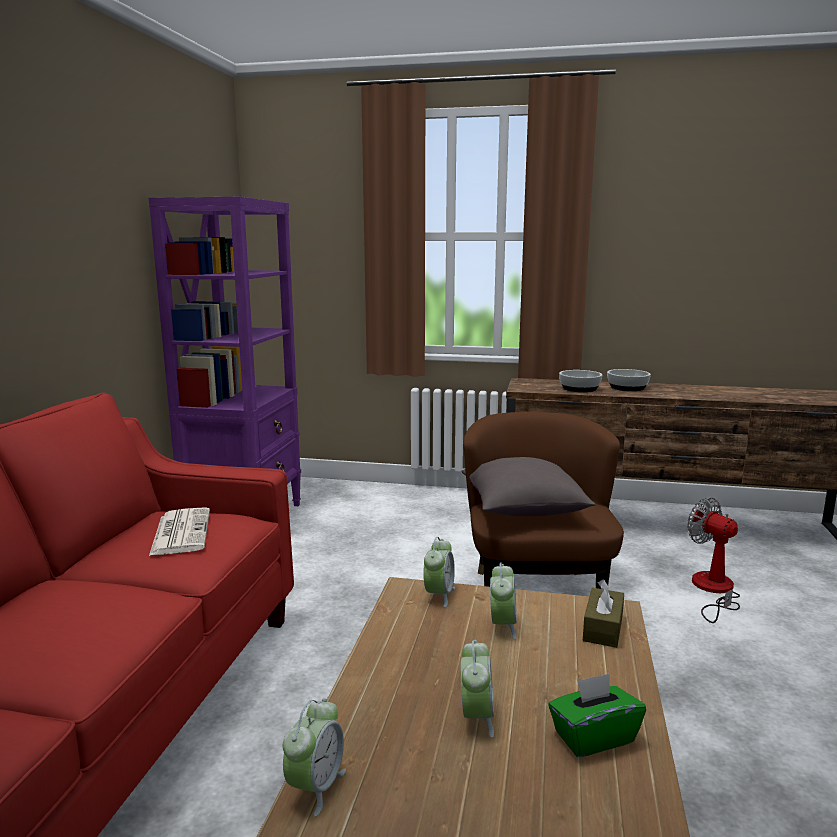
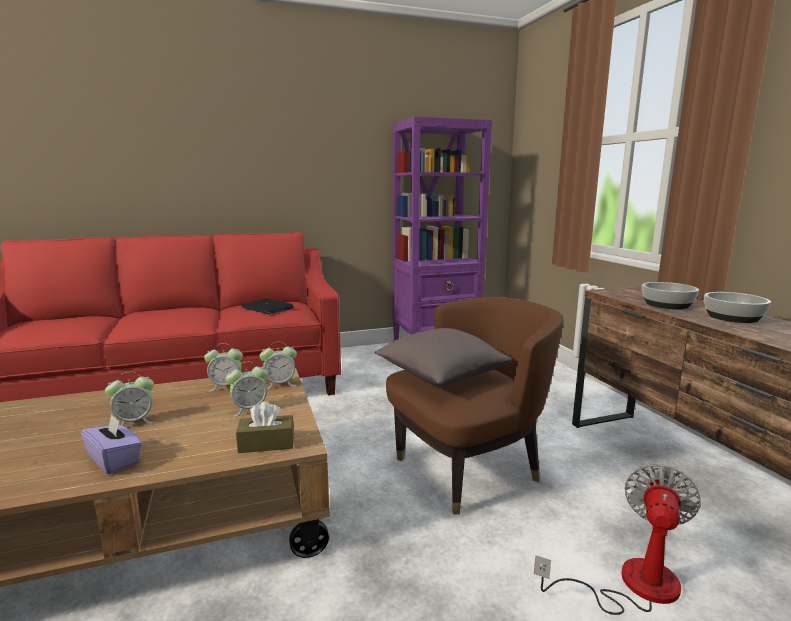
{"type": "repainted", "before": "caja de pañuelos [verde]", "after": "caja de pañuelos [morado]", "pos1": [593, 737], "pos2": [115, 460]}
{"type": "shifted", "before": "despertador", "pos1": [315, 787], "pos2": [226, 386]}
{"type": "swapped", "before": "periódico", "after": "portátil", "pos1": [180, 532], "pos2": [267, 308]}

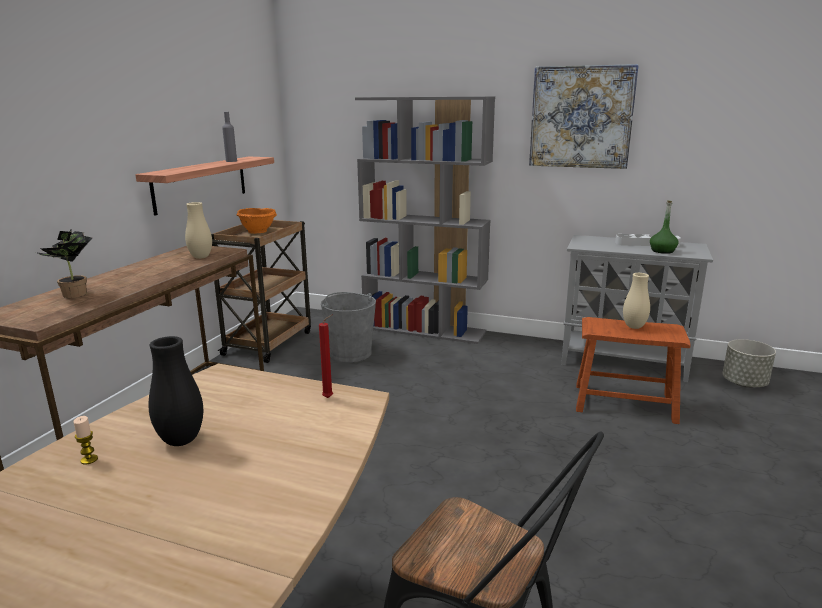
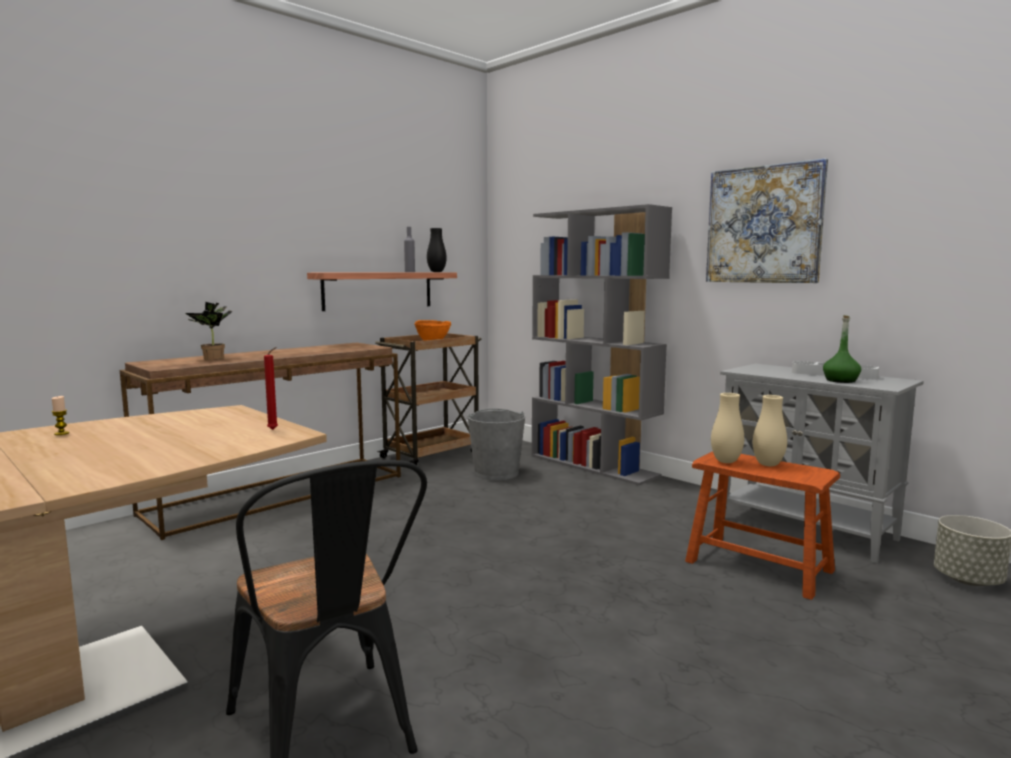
{"type": "shifted", "before": "florero [negro]", "pos1": [181, 440], "pos2": [436, 272]}
{"type": "shifted", "before": "florero [beis]", "pos1": [201, 257], "pos2": [726, 461]}

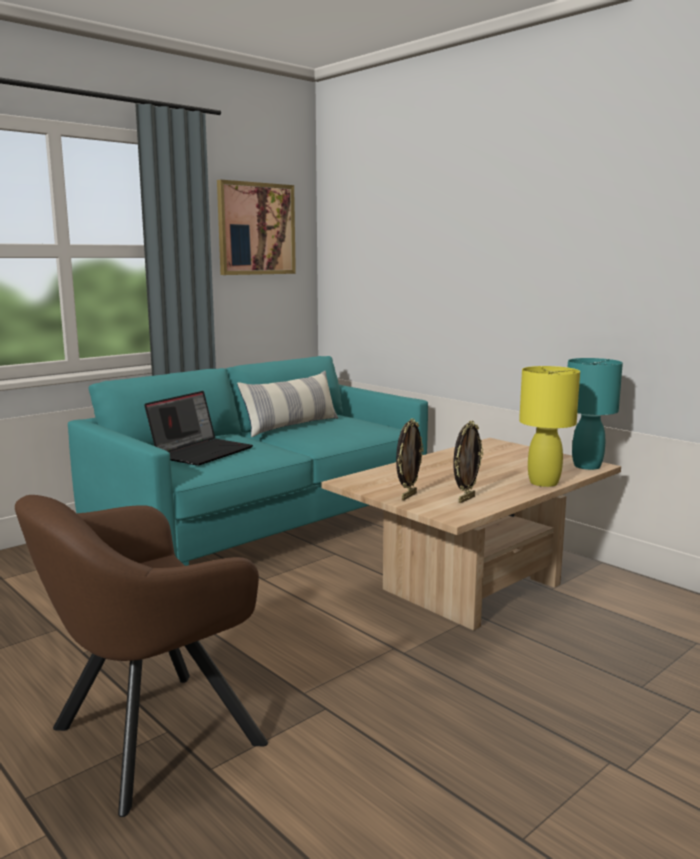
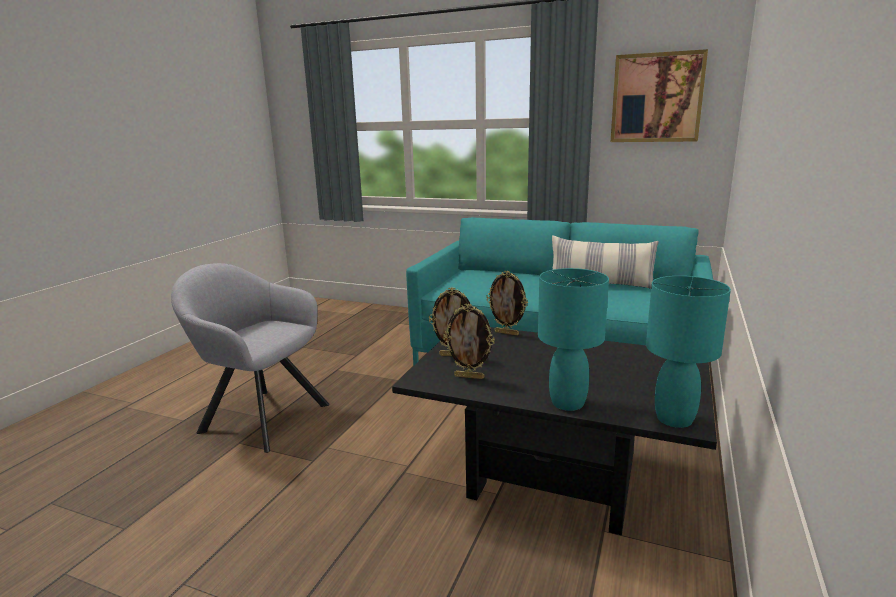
{"type": "repainted", "before": "sillón [marrón]", "after": "sillón [gris]", "pos1": [146, 740], "pos2": [260, 416]}
{"type": "repainted", "before": "mesa de centro [beis]", "after": "mesa de centro [negro]", "pos1": [472, 587], "pos2": [553, 478]}
{"type": "new", "after": "portarretratos", "pos2": [507, 333]}
{"type": "repainted", "before": "lámpara de mesa [amarillo]", "after": "lámpara de mesa [turquesa]", "pos1": [544, 483], "pos2": [567, 403]}
{"type": "gone", "before": "portátil", "pos1": [201, 452]}

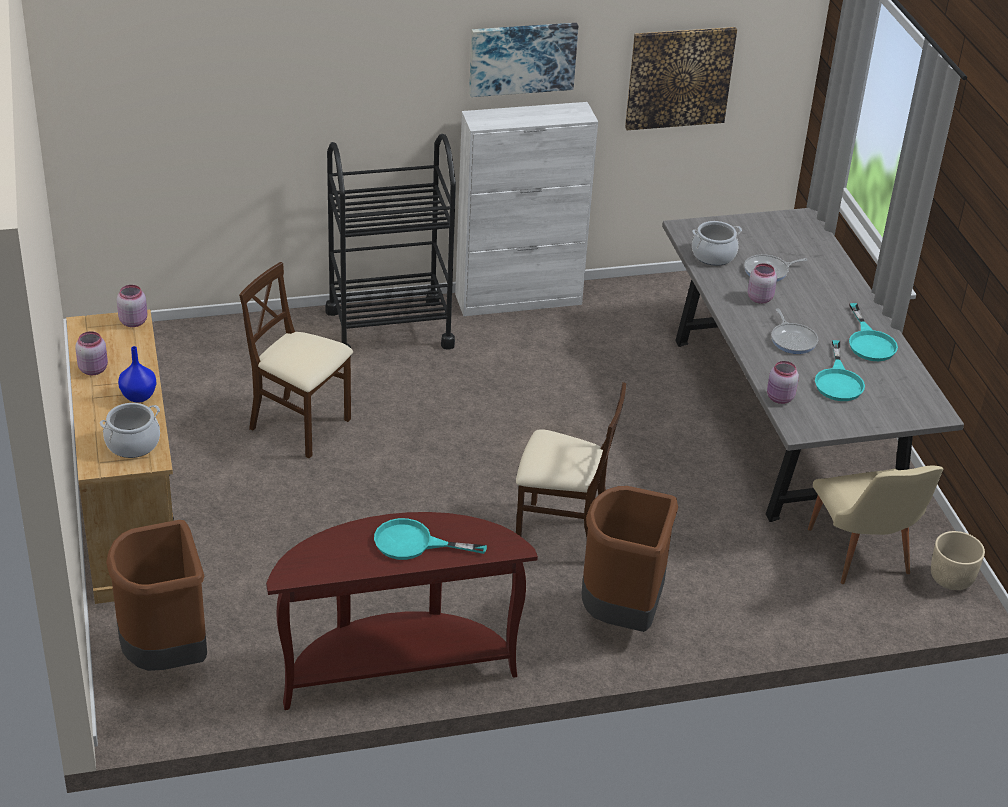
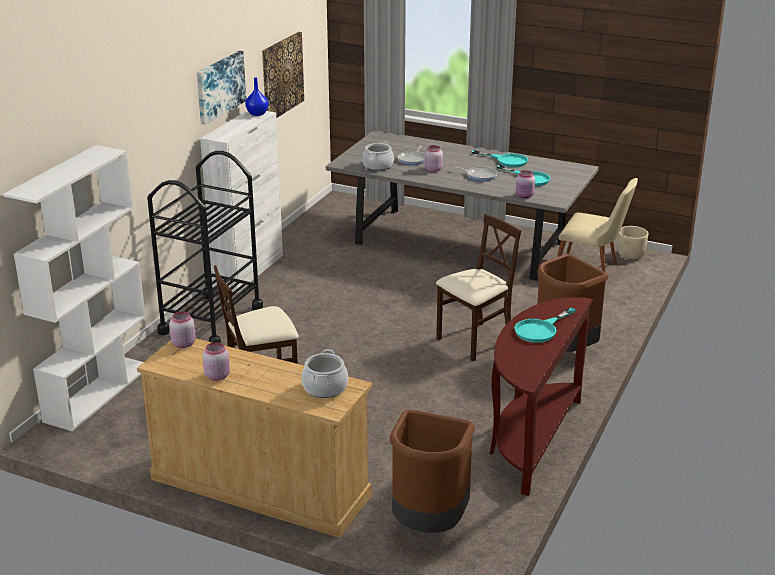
{"type": "new", "after": "estantería [blanco]", "pos2": [98, 392]}
{"type": "shifted", "before": "florero [azul]", "pos1": [138, 396], "pos2": [257, 114]}

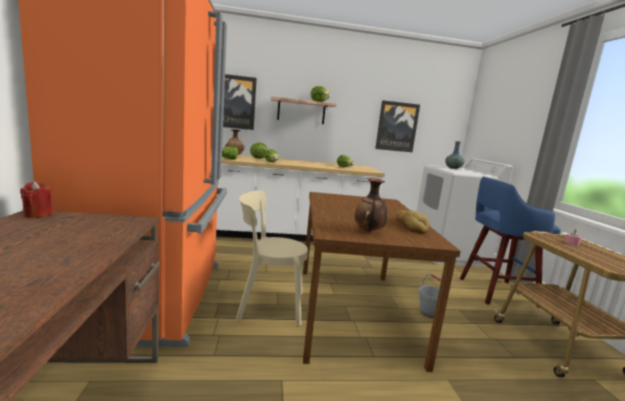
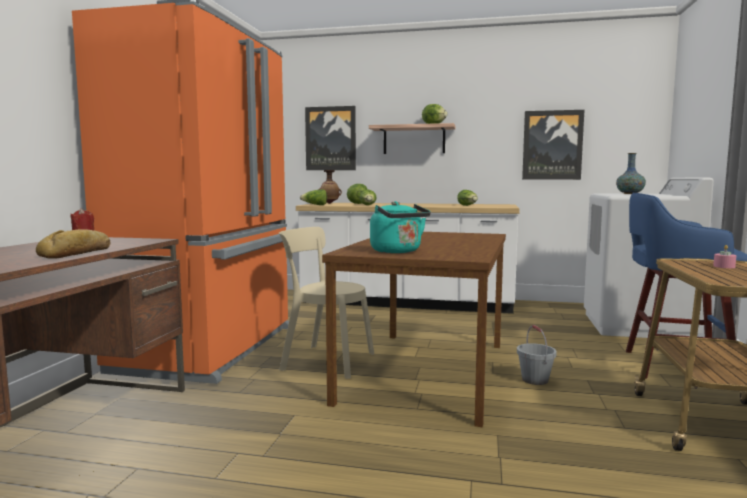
{"type": "shifted", "before": "pan", "pos1": [411, 226], "pos2": [78, 253]}
{"type": "swapped", "before": "florero", "after": "hervidor [turquesa]", "pos1": [368, 231], "pos2": [398, 251]}

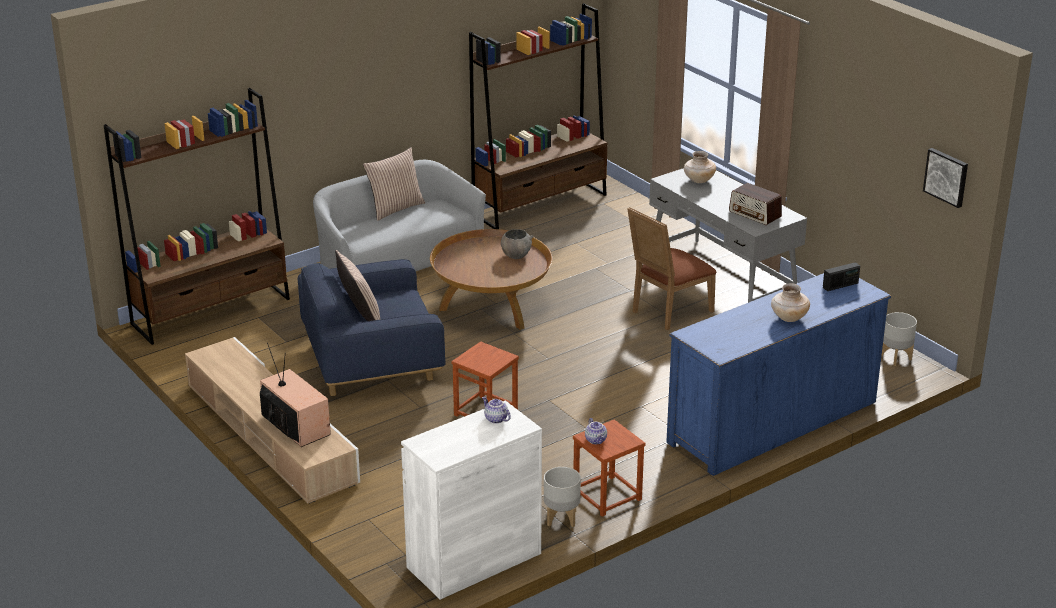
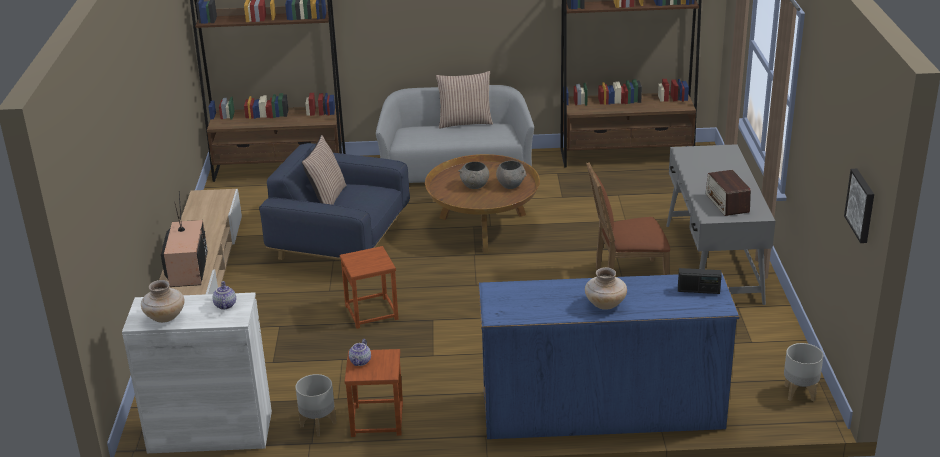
{"type": "shifted", "before": "florero [beis]", "pos1": [699, 180], "pos2": [165, 317]}
{"type": "new", "after": "cuenco [gris]", "pos2": [475, 186]}

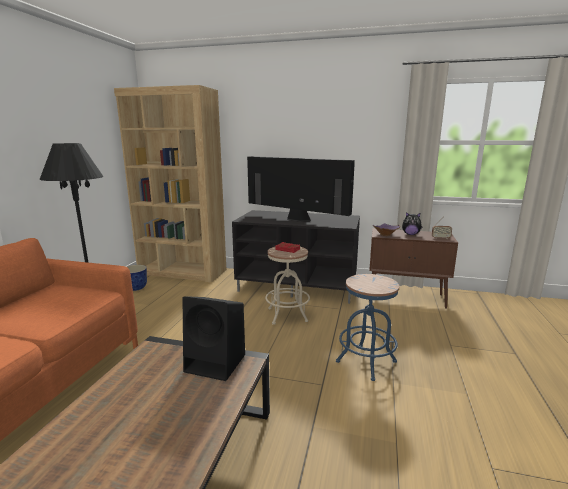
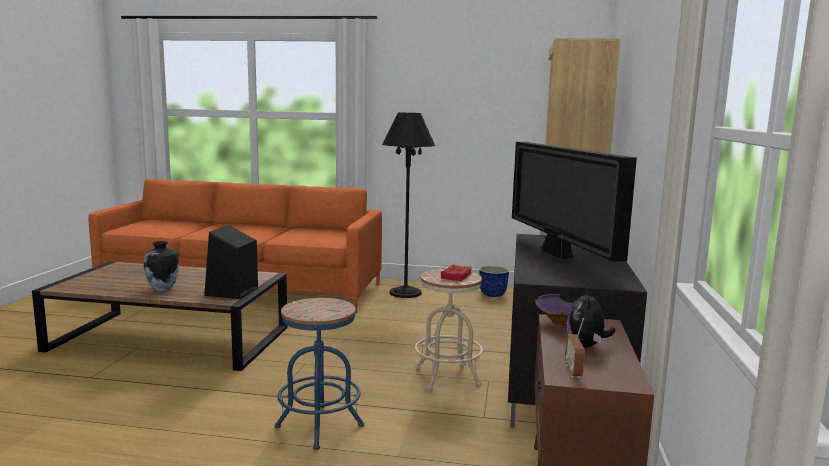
{"type": "new", "after": "florero", "pos2": [162, 289]}
{"type": "rotated", "before": "televisor", "pos1": [296, 219], "pos2": [557, 256], "turn": 135}

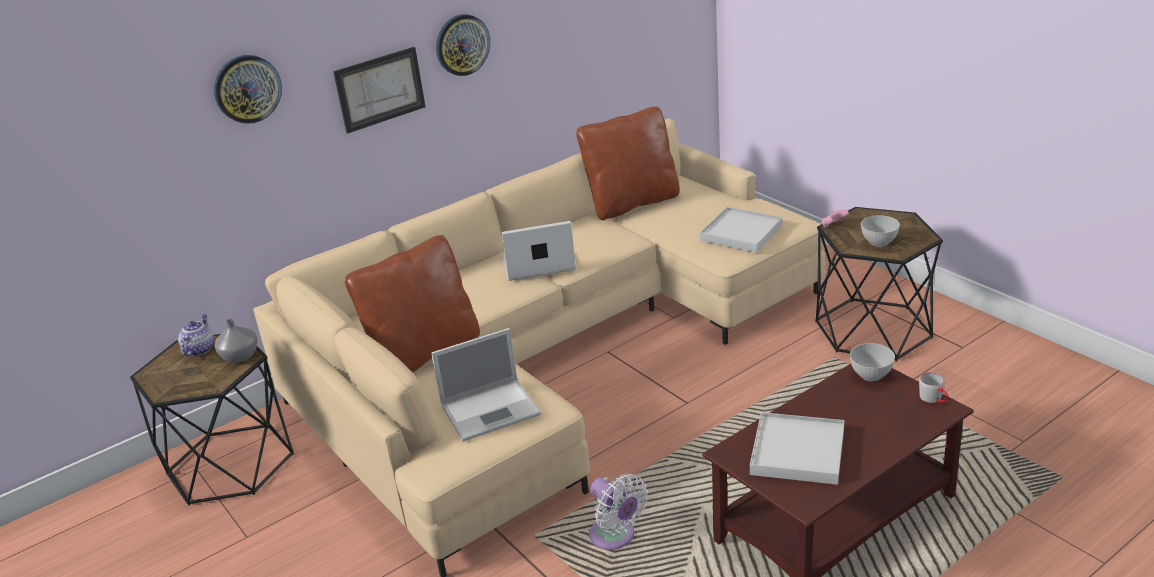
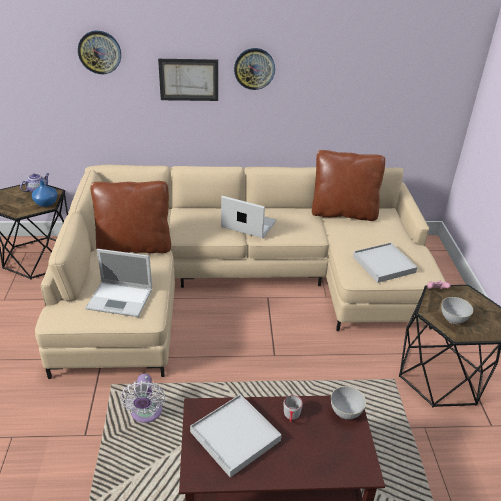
{"type": "repainted", "before": "florero [gris]", "after": "florero [azul]", "pos1": [241, 356], "pos2": [46, 203]}
{"type": "shifted", "before": "taza grande [gris]", "pos1": [934, 399], "pos2": [291, 416]}

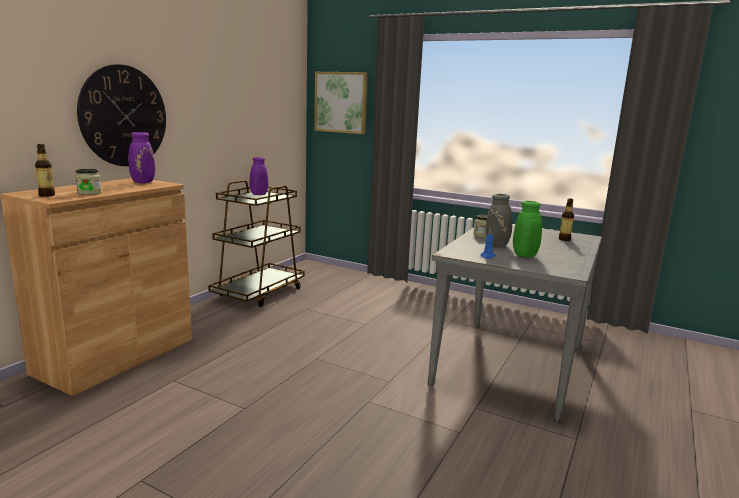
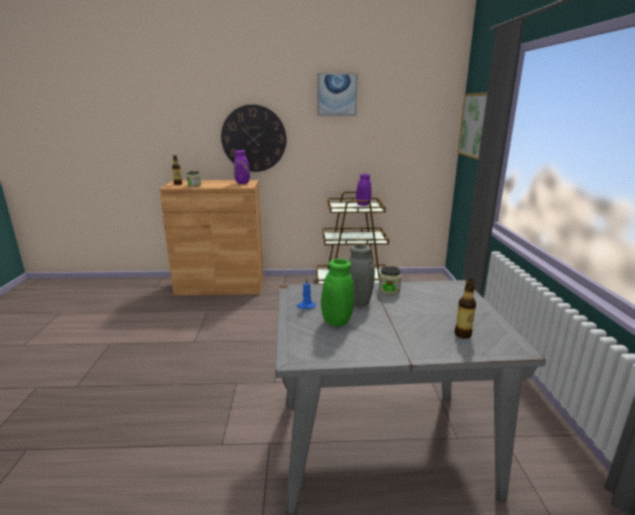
{"type": "new", "after": "cuadro", "pos2": [337, 94]}

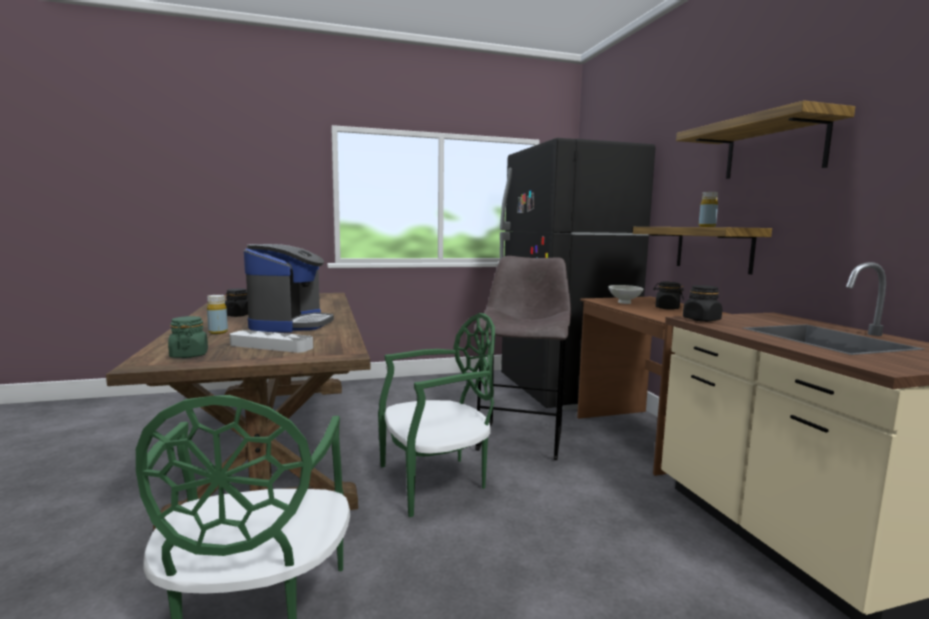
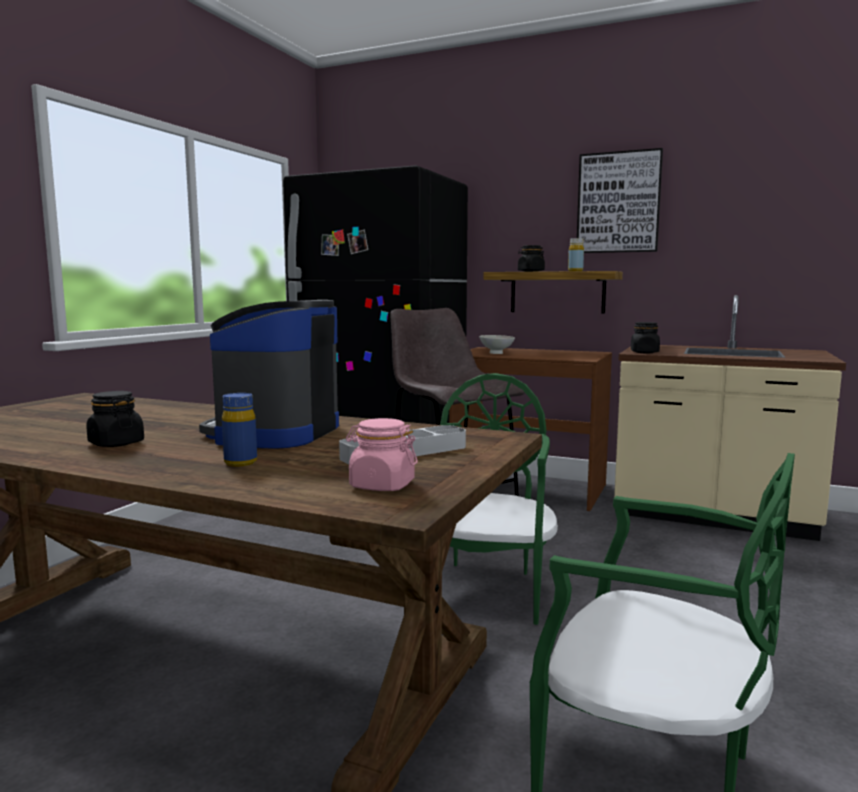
{"type": "rotated", "before": "cafetera", "pos1": [291, 324], "pos2": [274, 433], "turn": -120}
{"type": "repainted", "before": "botella [amarillo]", "after": "botella [azul]", "pos1": [218, 332], "pos2": [240, 462]}
{"type": "repainted", "before": "tarro [verde]", "after": "tarro [rosa]", "pos1": [189, 355], "pos2": [381, 485]}
{"type": "shifted", "before": "tarro [negro]", "pos1": [667, 308], "pos2": [530, 271]}
{"type": "swapped", "before": "estante", "after": "cuadro", "pos1": [774, 148], "pos2": [618, 203]}

